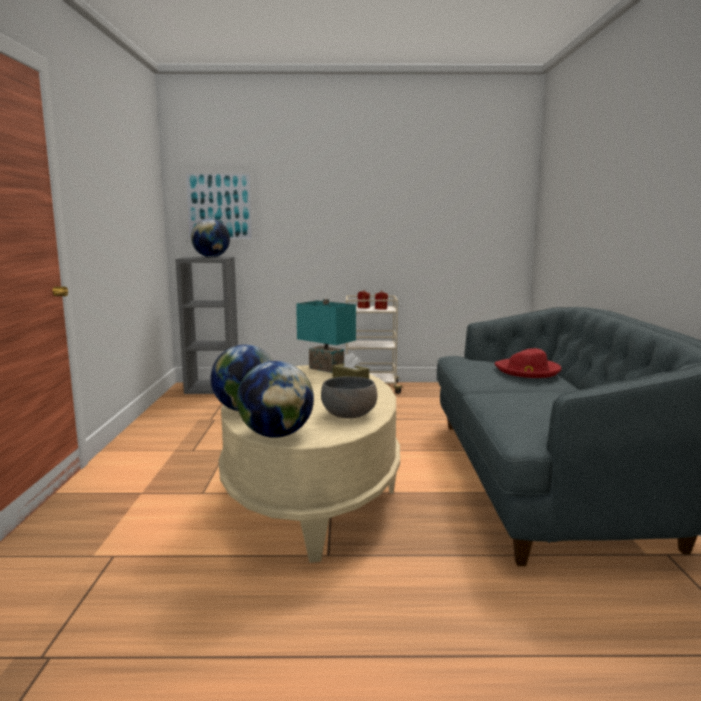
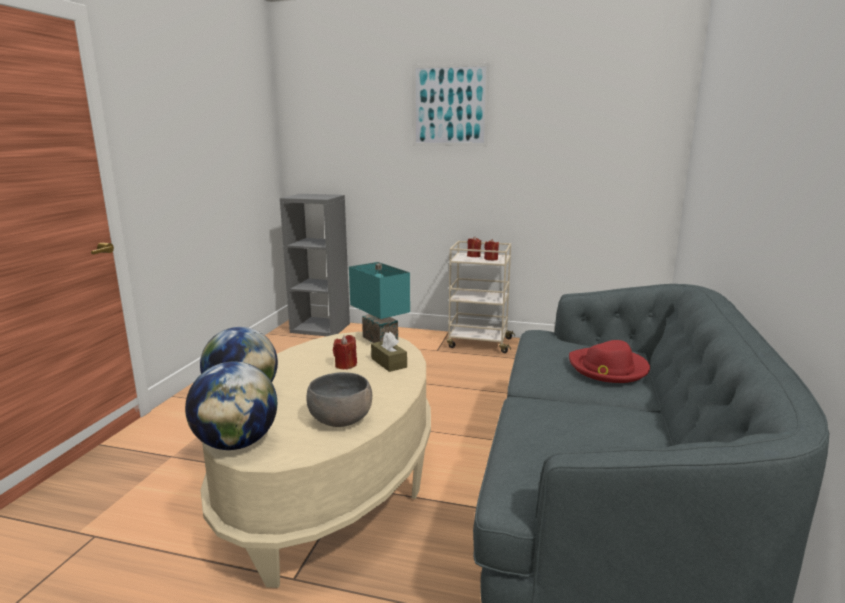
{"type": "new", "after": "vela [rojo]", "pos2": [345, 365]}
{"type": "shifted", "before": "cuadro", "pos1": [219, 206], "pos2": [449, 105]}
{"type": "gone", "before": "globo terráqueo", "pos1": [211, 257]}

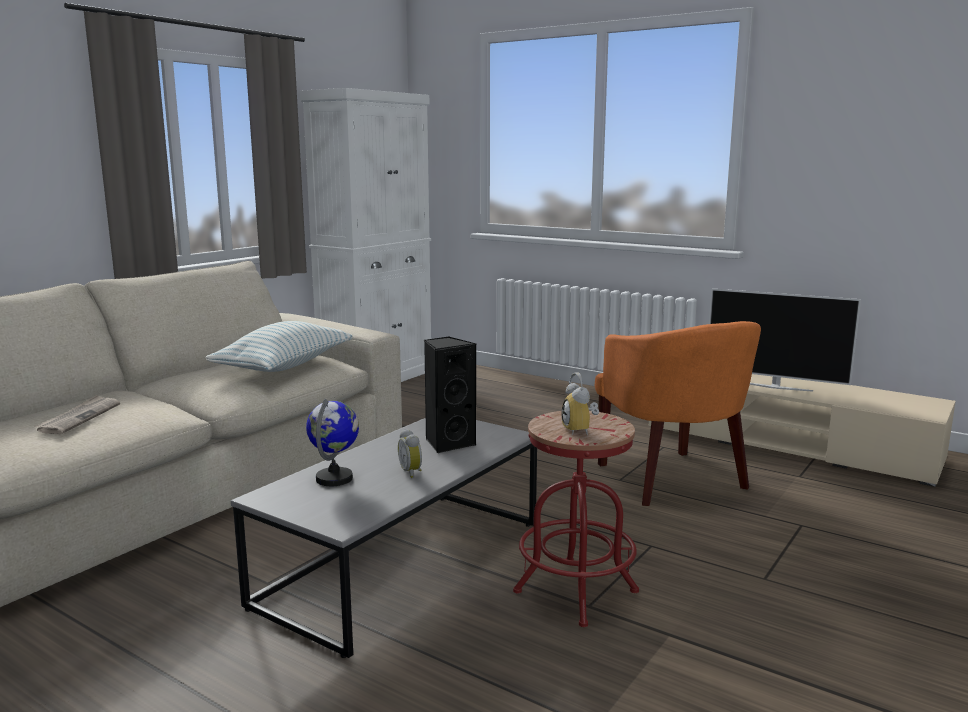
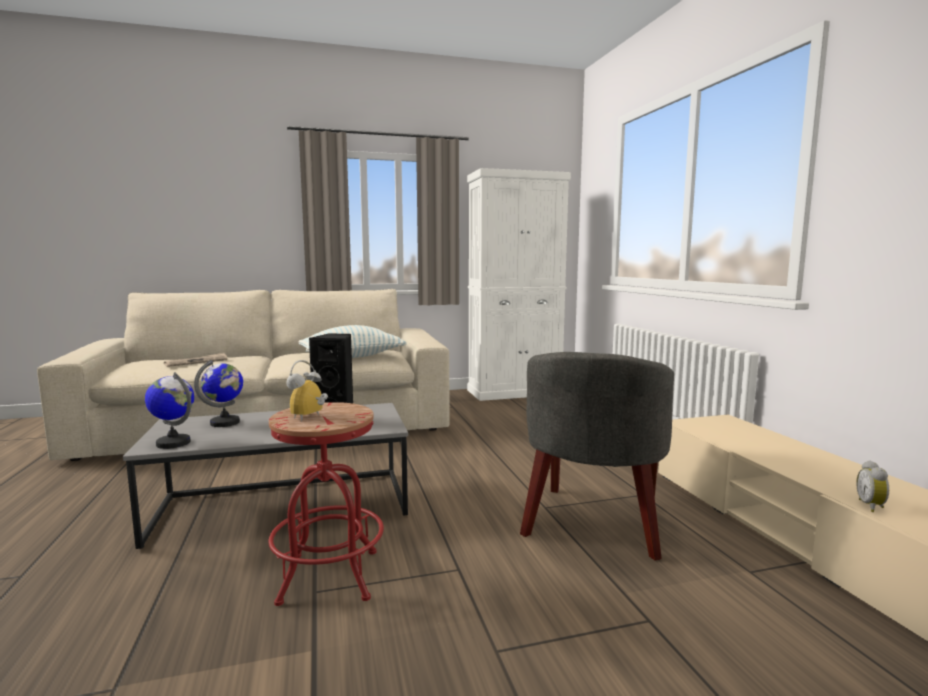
{"type": "new", "after": "globo terráqueo", "pos2": [173, 443]}
{"type": "repainted", "before": "sillón [naranja]", "after": "sillón [gris]", "pos1": [671, 480], "pos2": [593, 524]}
{"type": "shifted", "before": "despertador", "pos1": [412, 472], "pos2": [872, 506]}
{"type": "gone", "before": "televisor", "pos1": [775, 386]}

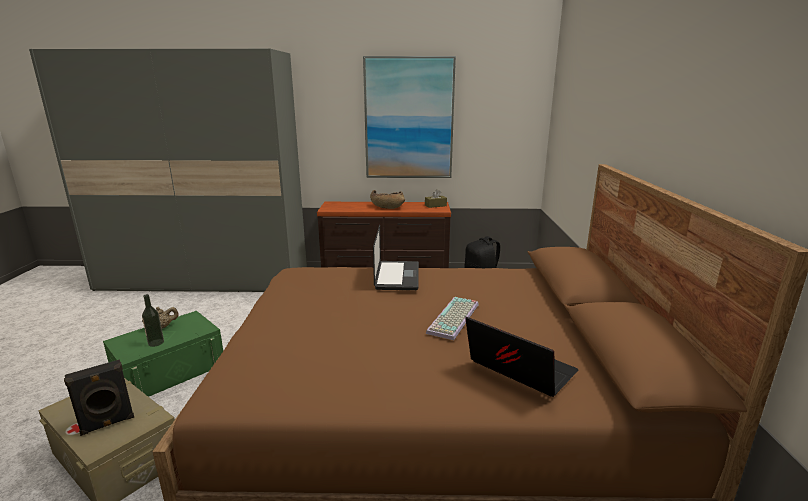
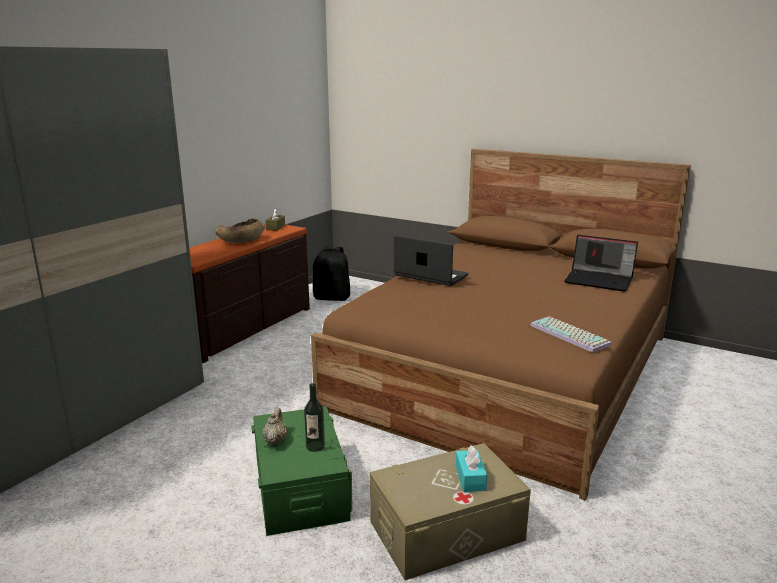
{"type": "swapped", "before": "altavoz [negro]", "after": "caja de pañuelos [turquesa]", "pos1": [107, 424], "pos2": [470, 478]}
{"type": "shifted", "before": "teclado", "pos1": [454, 319], "pos2": [571, 335]}
{"type": "rotated", "before": "portátil", "pos1": [518, 370], "pos2": [599, 280], "turn": -135}
{"type": "gone", "before": "cuadro", "pos1": [409, 119]}

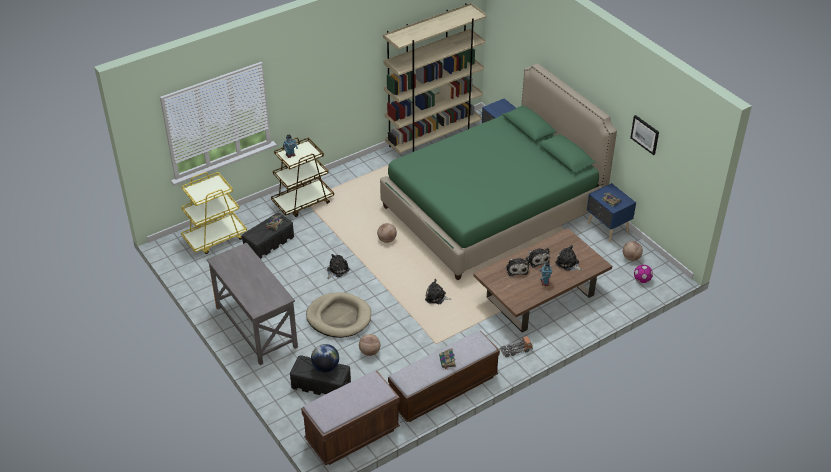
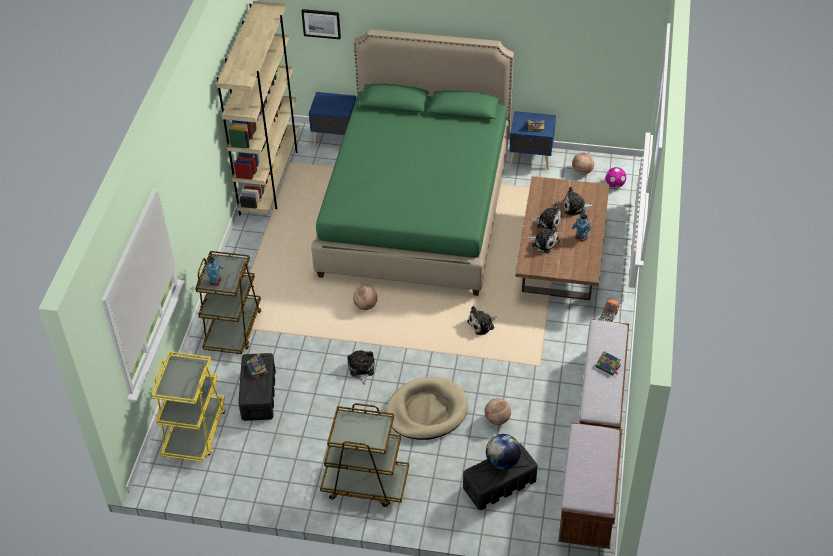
{"type": "shifted", "before": "cuadro", "pos1": [645, 134], "pos2": [321, 23]}
{"type": "swapped", "before": "escritorio [gris]", "after": "carrito [marrón]", "pos1": [255, 327], "pos2": [365, 484]}

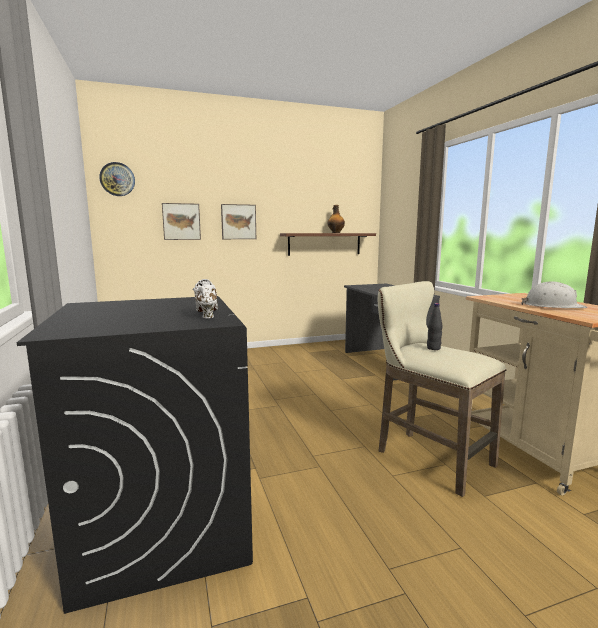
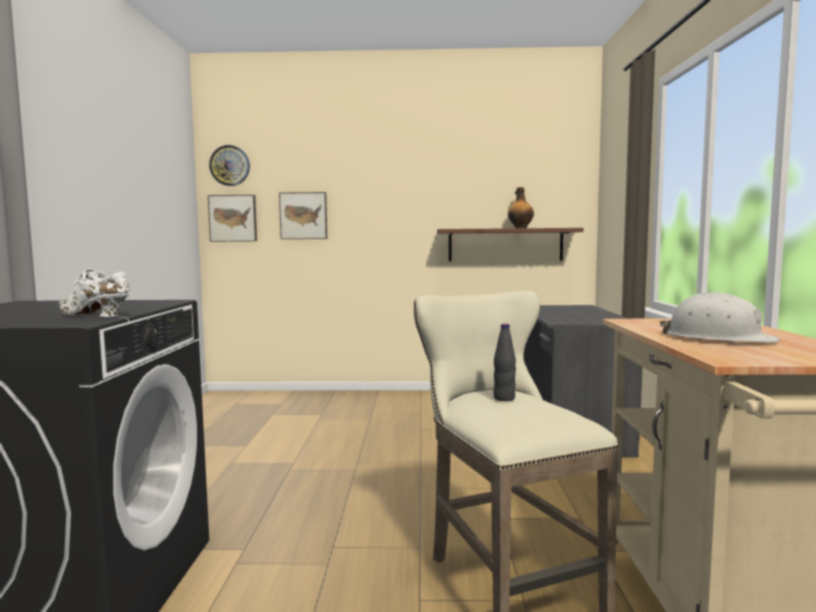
{"type": "rotated", "before": "zapato [blanco]", "pos1": [207, 314], "pos2": [95, 315], "turn": -75}
{"type": "shifted", "before": "cuadro", "pos1": [238, 222], "pos2": [233, 218]}

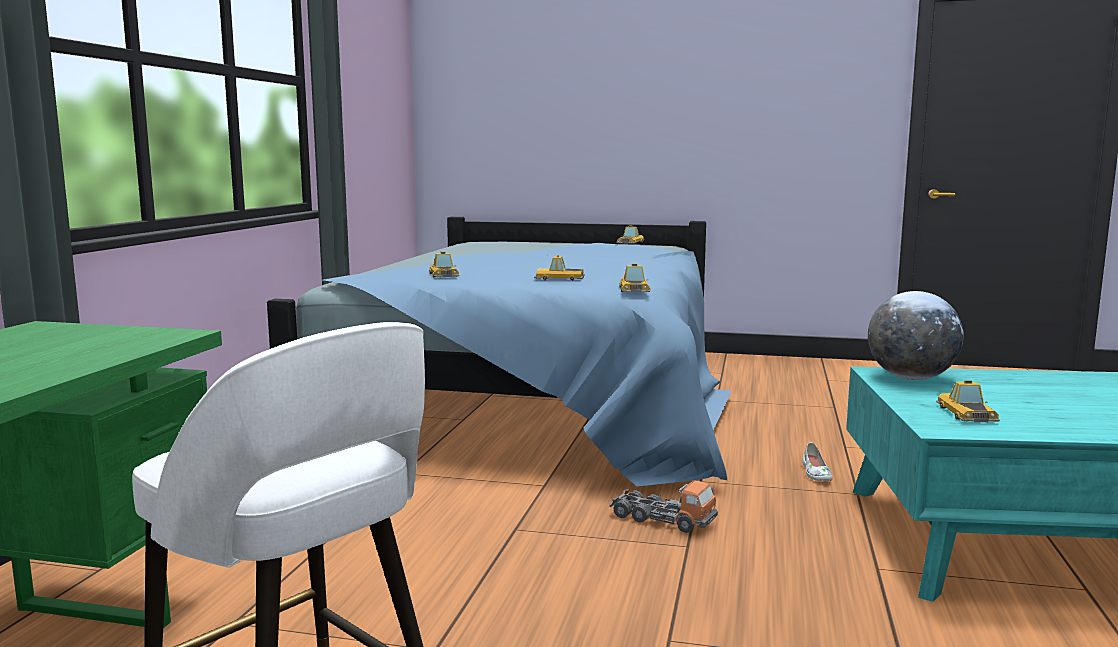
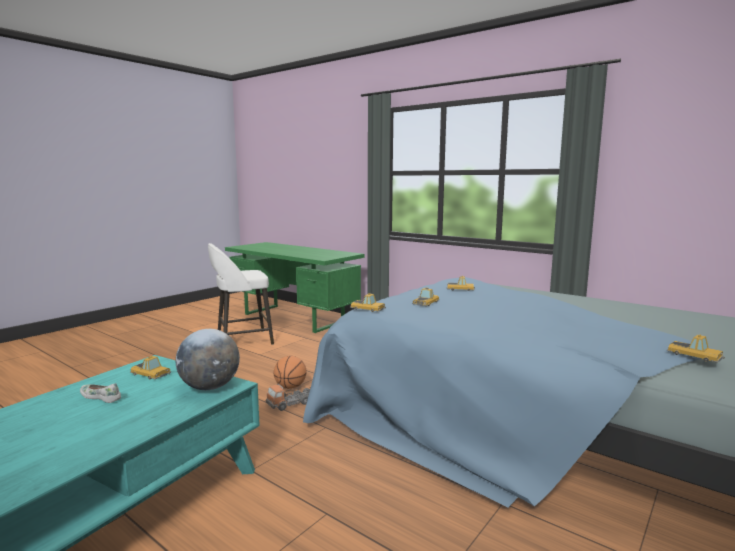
{"type": "shifted", "before": "zapato [blanco]", "pos1": [815, 473], "pos2": [101, 397]}
{"type": "new", "after": "balón de baloncesto", "pos2": [290, 387]}

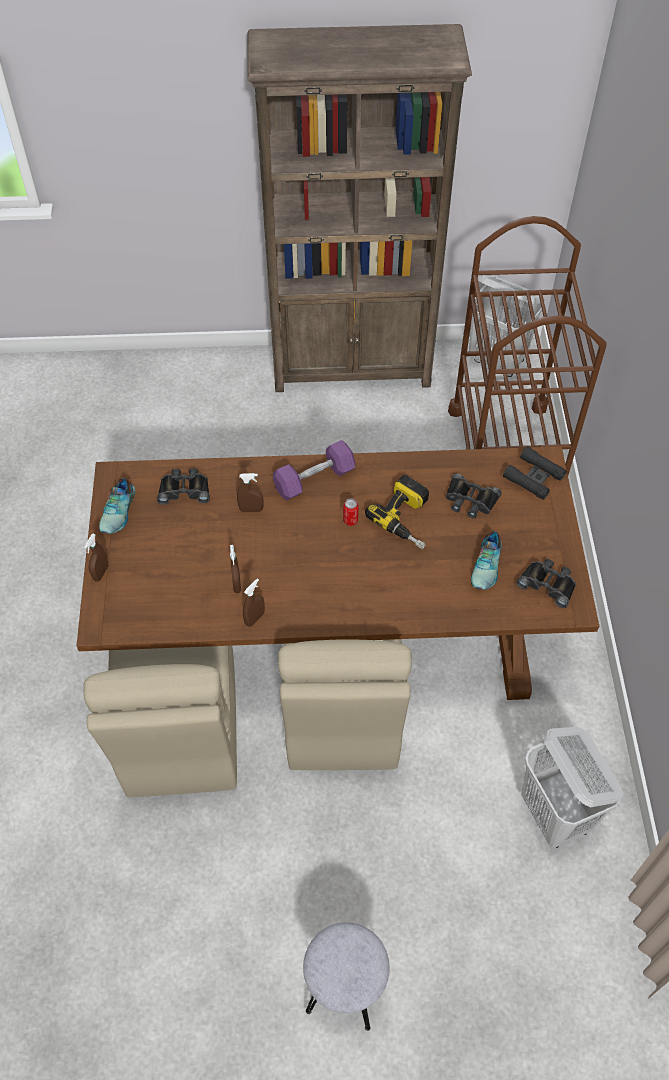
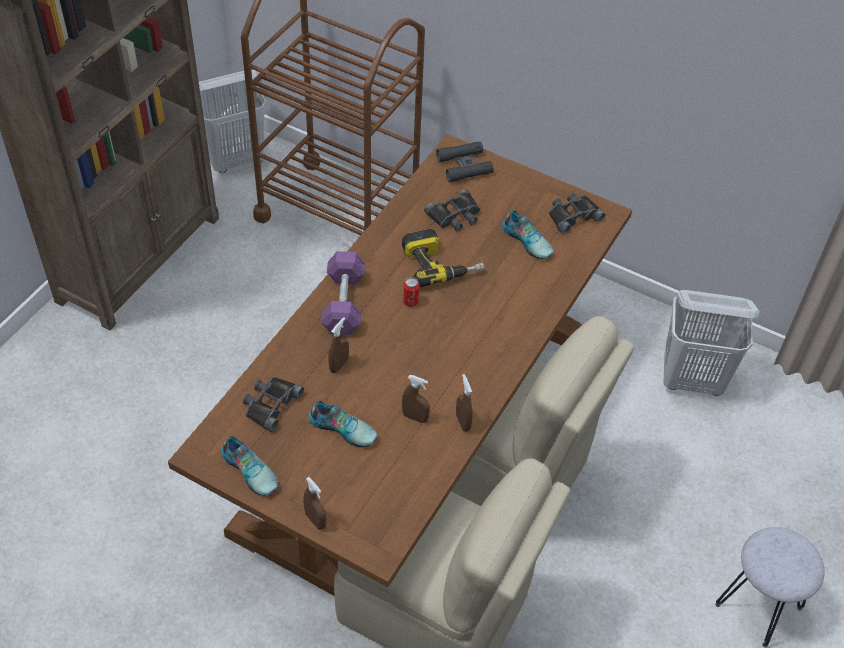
{"type": "new", "after": "zapato", "pos2": [343, 428]}

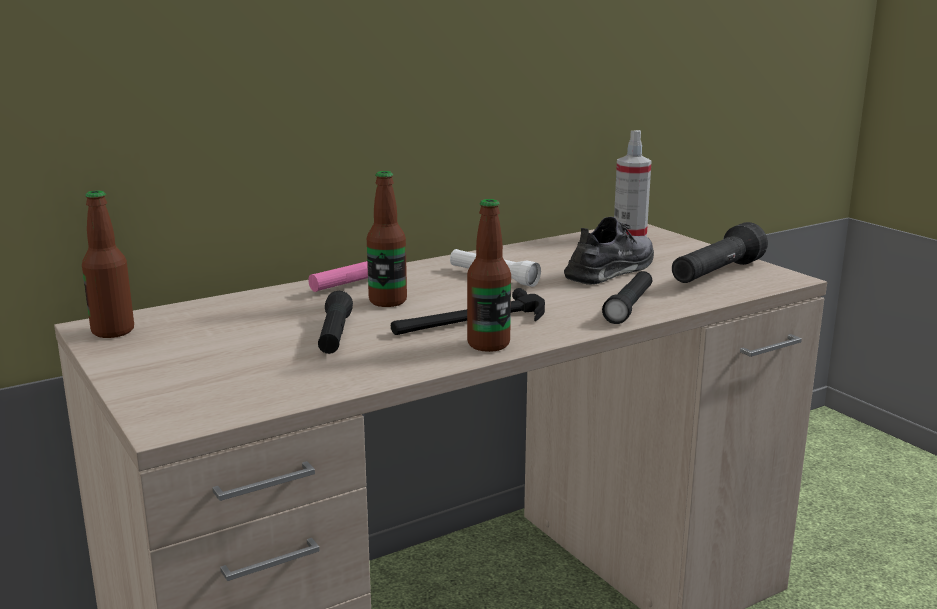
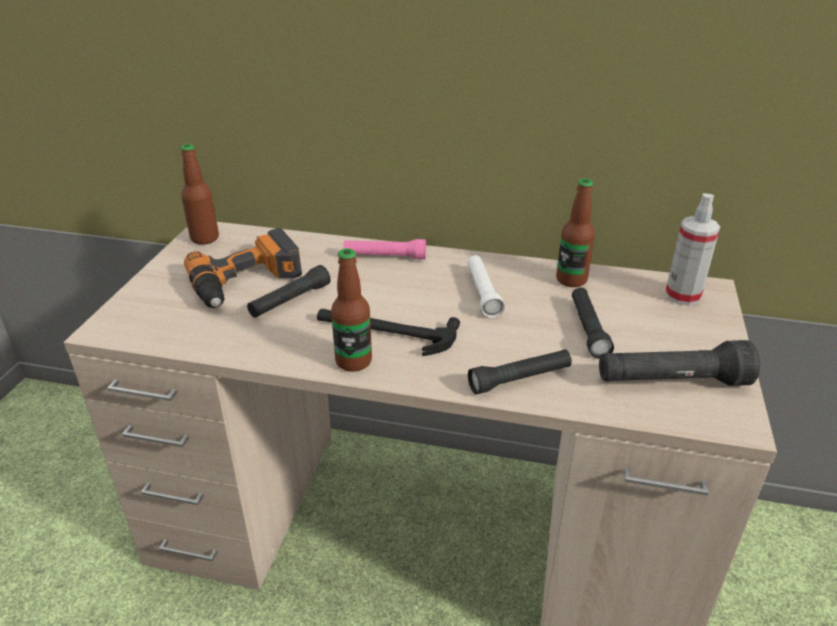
{"type": "new", "after": "taladro", "pos2": [247, 282]}
{"type": "shifted", "before": "botella", "pos1": [388, 301], "pos2": [571, 280]}
{"type": "swapped", "before": "zapato [gris]", "after": "linterna [negro]", "pos1": [612, 270], "pos2": [588, 329]}

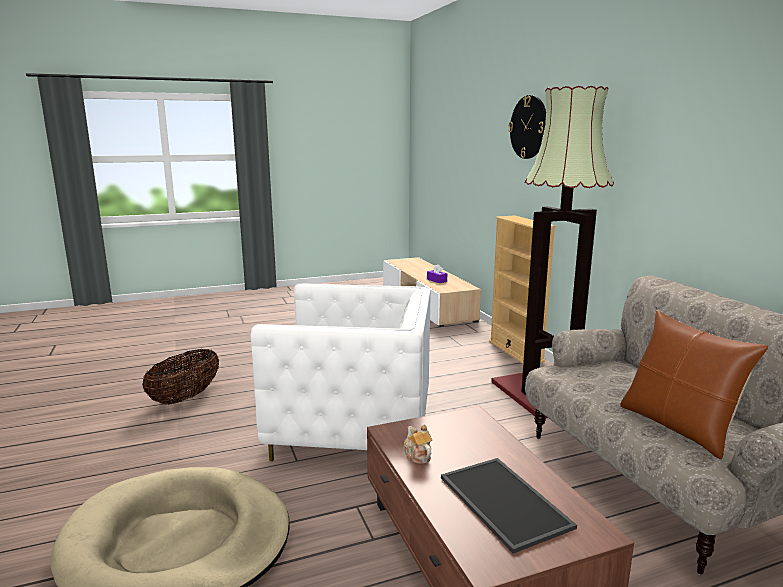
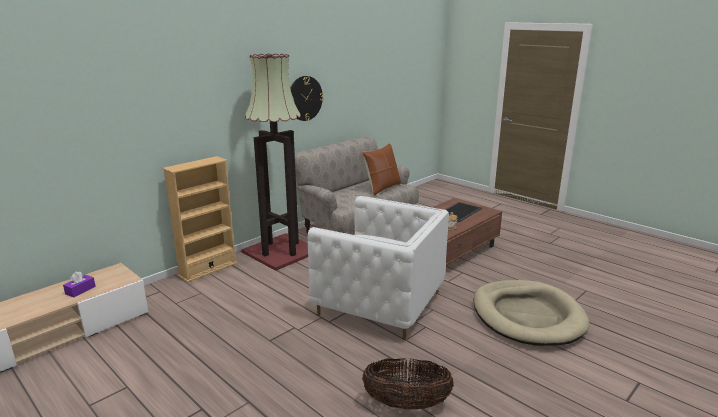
{"type": "shifted", "before": "reloj de pared", "pos1": [528, 127], "pos2": [304, 98]}
{"type": "rotated", "before": "sillón [blanco]", "pos1": [352, 428], "pos2": [380, 303], "turn": 135}

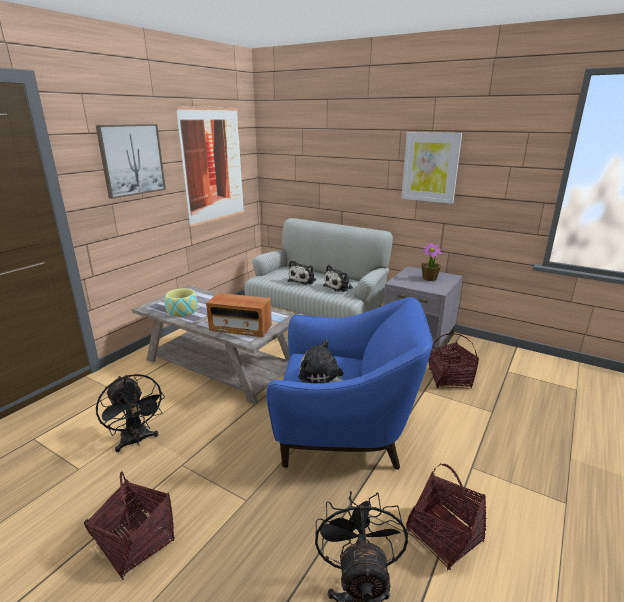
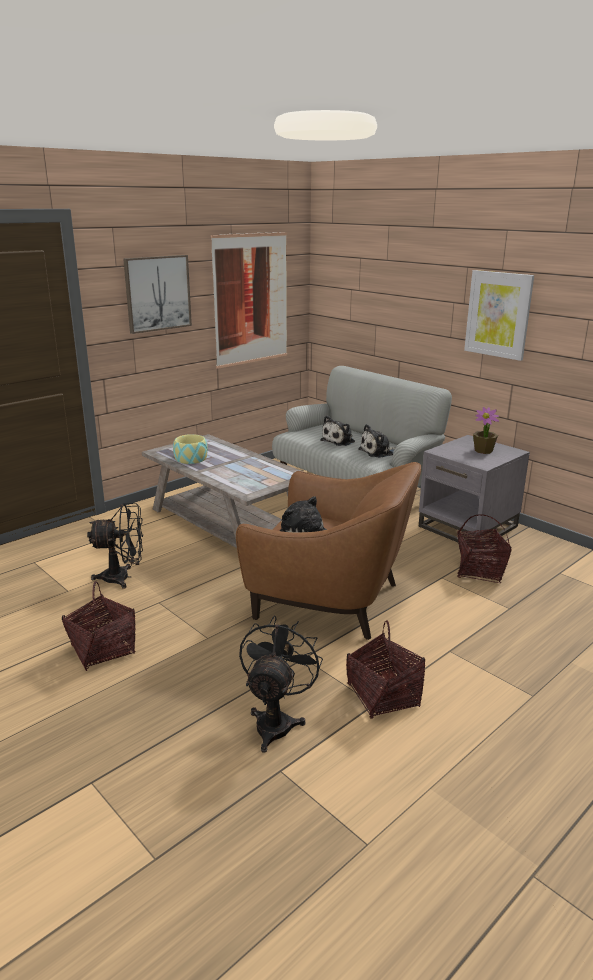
{"type": "rotated", "before": "ventilador [negro]", "pos1": [136, 441], "pos2": [123, 577], "turn": -75}
{"type": "repainted", "before": "sillón [azul]", "after": "sillón [marrón]", "pos1": [344, 431], "pos2": [330, 600]}
{"type": "gone", "before": "radio", "pos1": [240, 329]}

